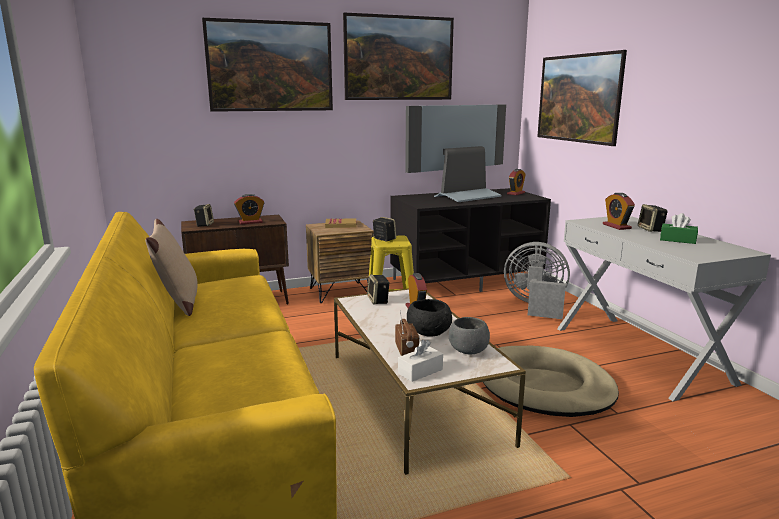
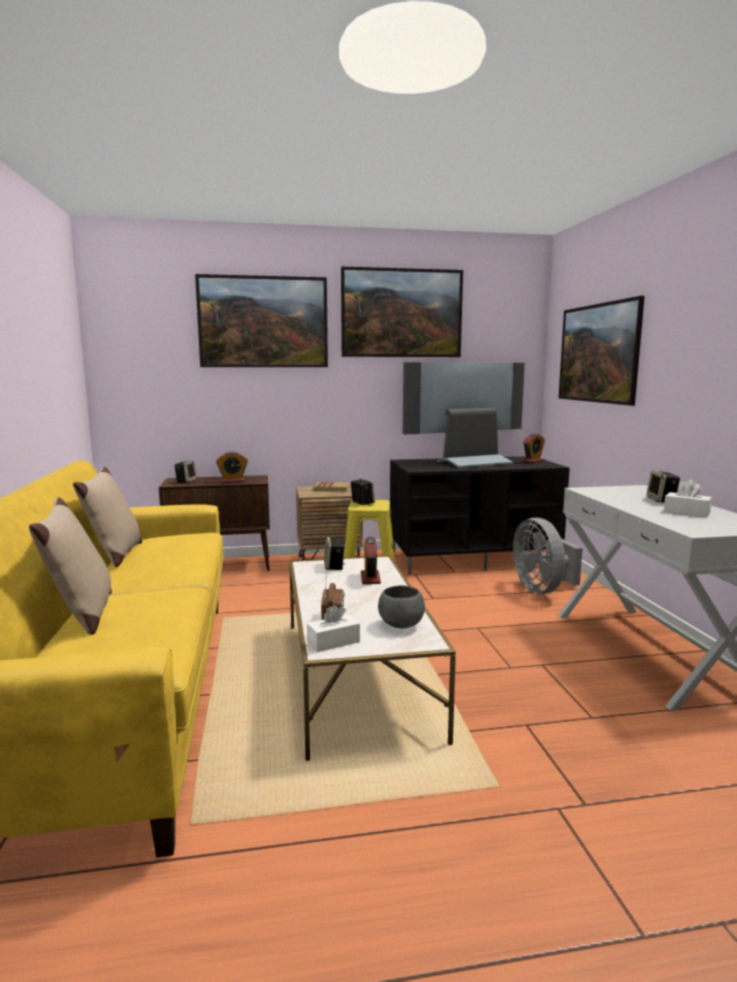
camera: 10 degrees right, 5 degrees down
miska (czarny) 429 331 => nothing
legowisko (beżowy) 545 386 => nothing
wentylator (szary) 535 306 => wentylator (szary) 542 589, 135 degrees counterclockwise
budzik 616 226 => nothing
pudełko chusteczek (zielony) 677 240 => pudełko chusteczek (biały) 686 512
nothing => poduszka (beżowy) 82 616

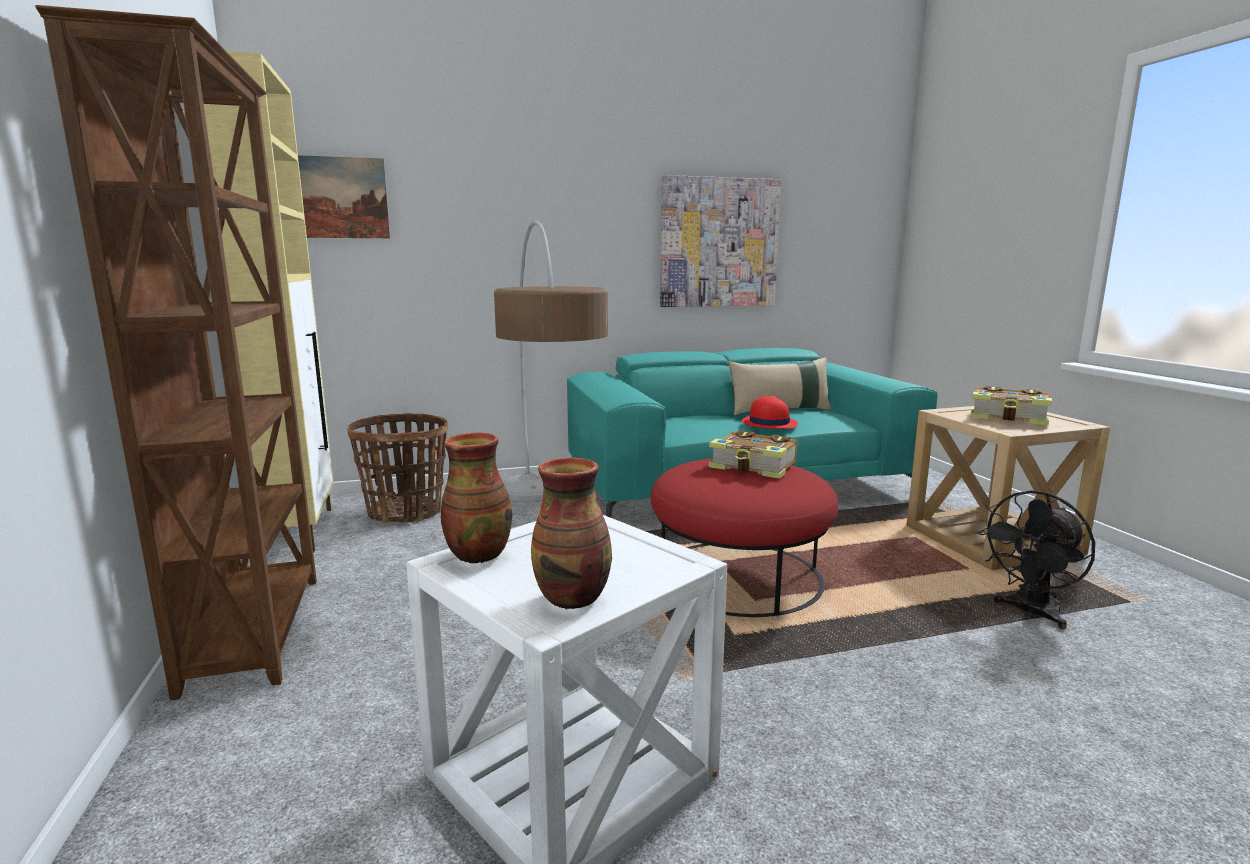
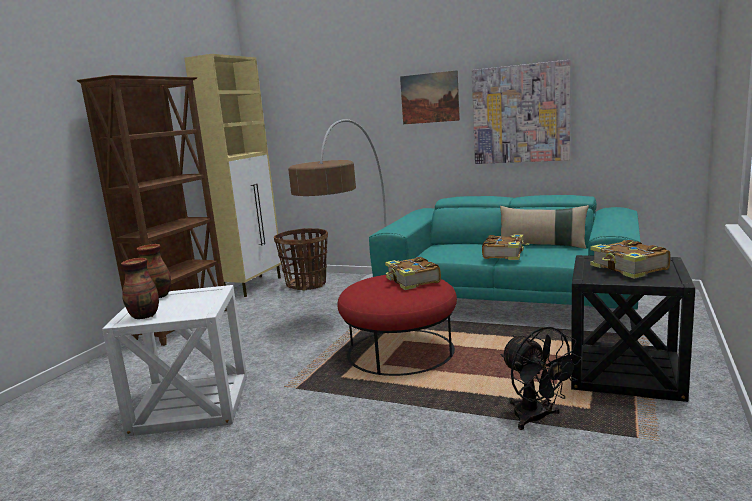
camera: 40 degrees right, 0 degrees up
obraz 336 198 => obraz 429 98, moved
kapelusz (czerwony) 768 423 => książka 504 254
stolik (beżowy) 992 540 => stolik (czarny) 625 372
wentylator (czarny) 1030 613 => wentylator (czarny) 536 419, 120 degrees counterclockwise

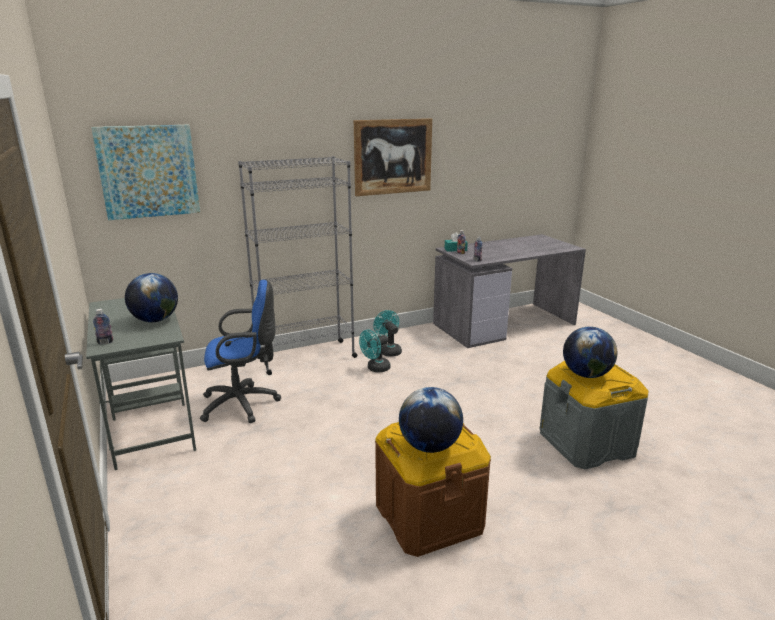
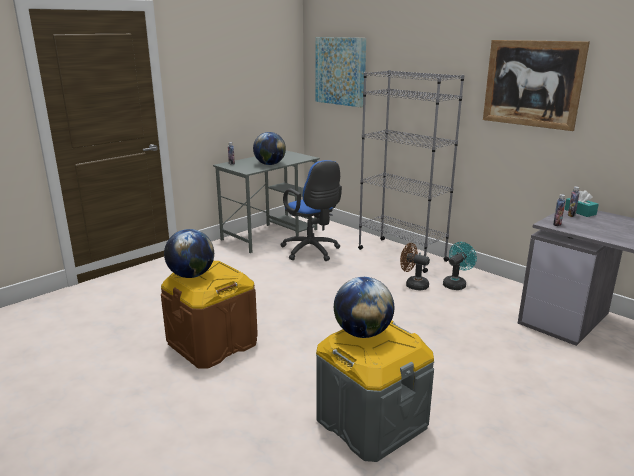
camera: 70 degrees right, 0 degrees up
wentylator (turkusowy) 375 369 => wentylator (brązowy) 413 285

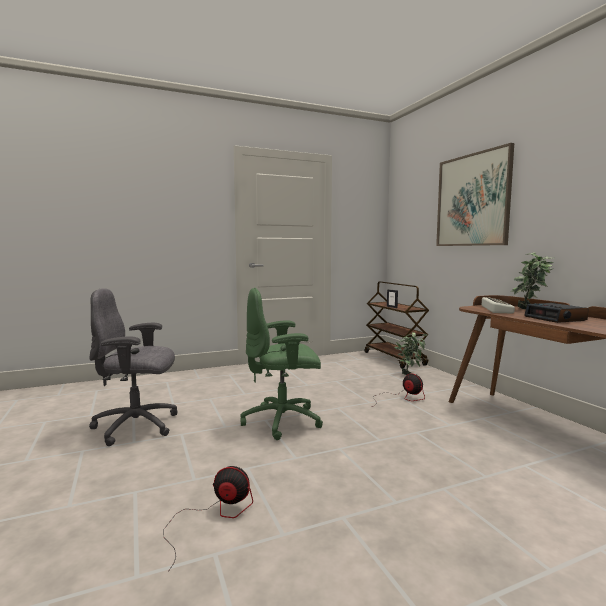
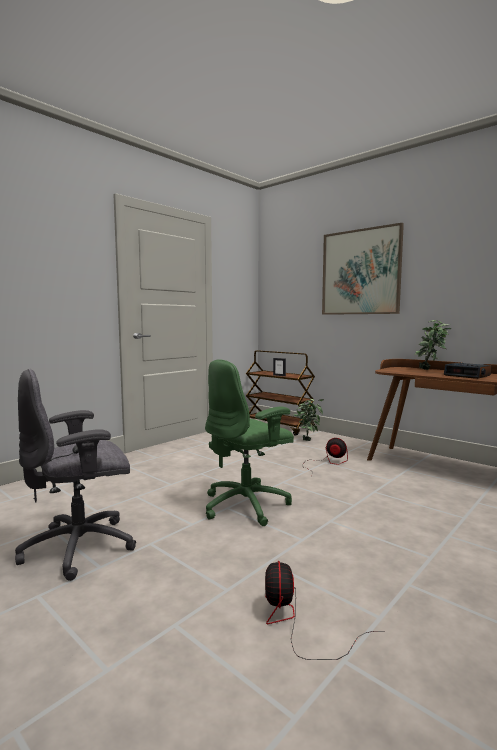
camera: 25 degrees left, 0 degrees up
wentylator 214 516 => wentylator 296 623, 75 degrees counterclockwise
klawiatura 495 309 => nothing

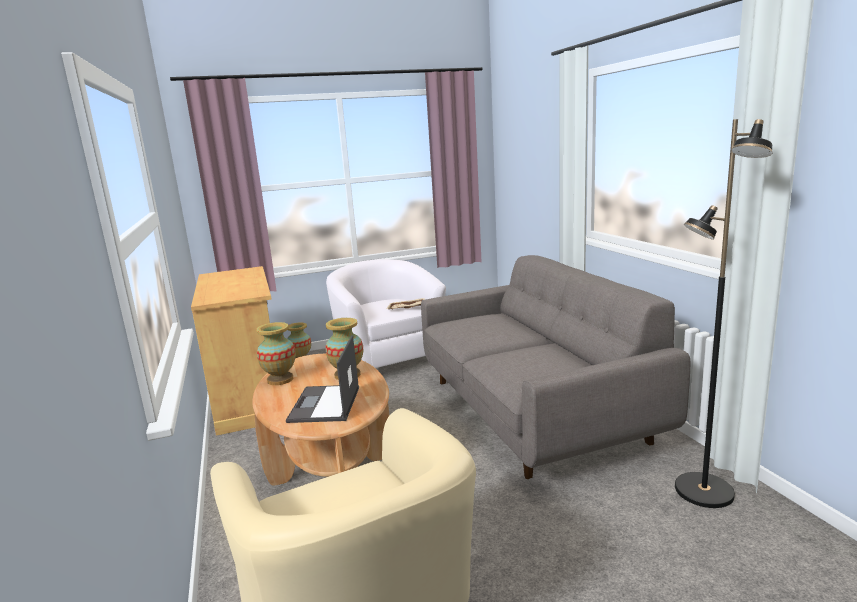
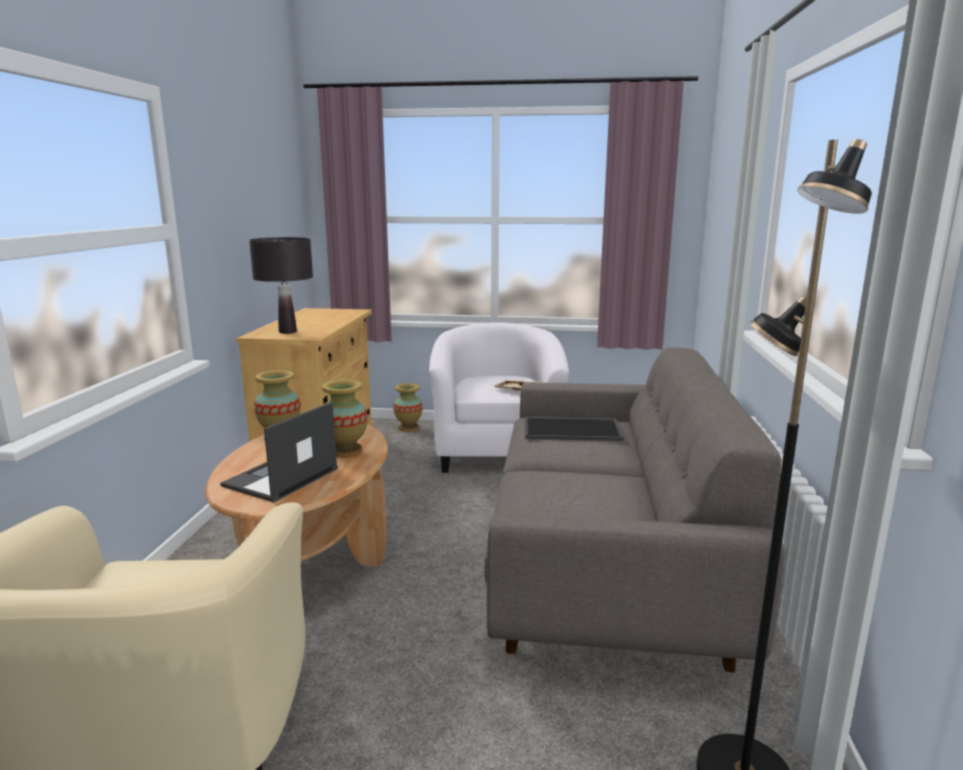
camera: 25 degrees right, 0 degrees up
nothing => lampa stołowa (czarny) 288 332
nothing => taca 572 429

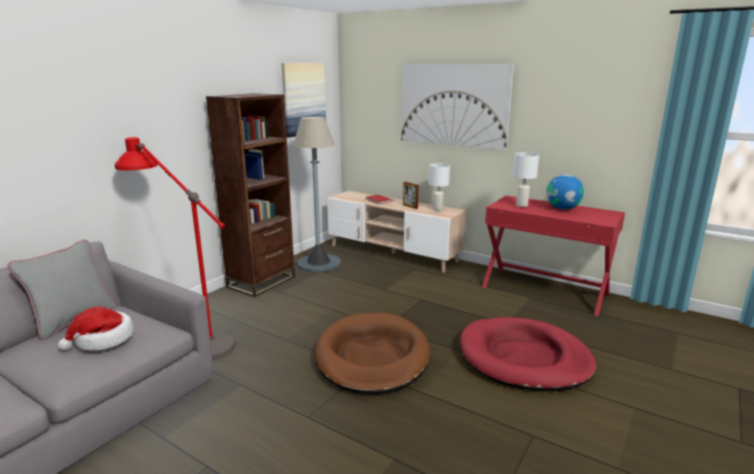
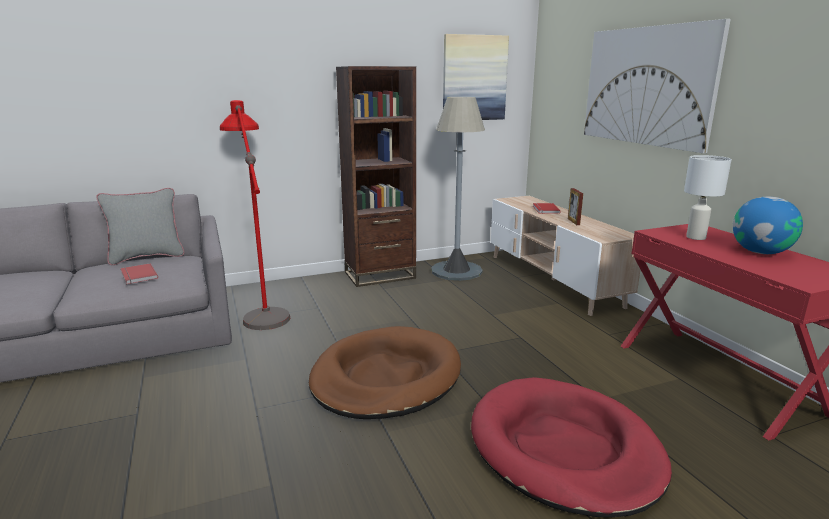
camera: 35 degrees right, 0 degrees up
kapelusz 103 340 => książka (czerwony) 137 275
lampa stołowa (biały) 437 209 => nothing

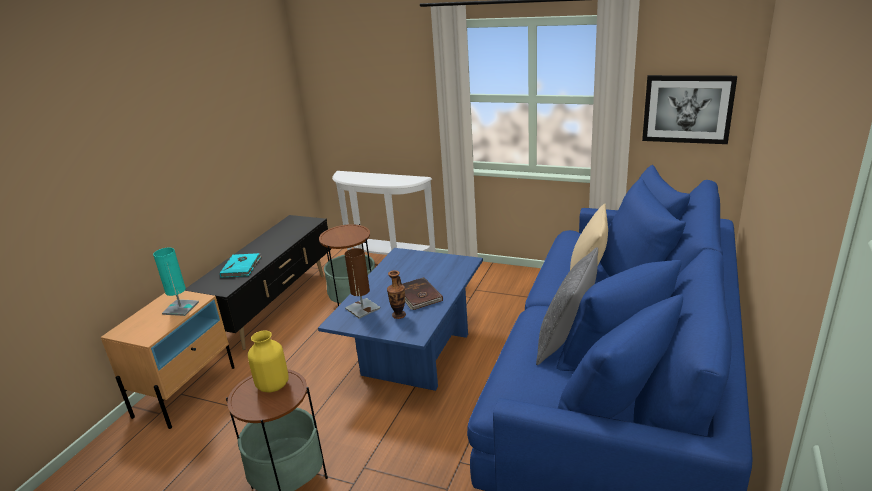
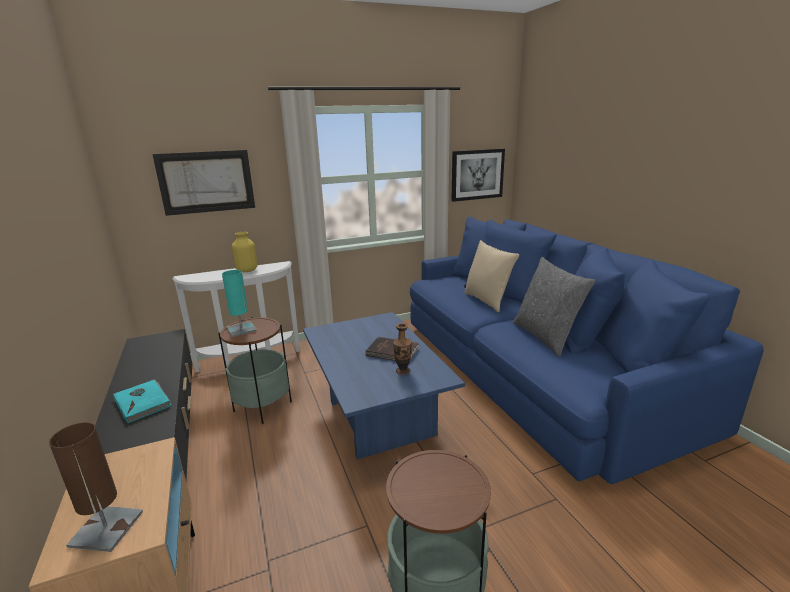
camera: 45 degrees left, 5 degrees down
lampa stołowa (turkusowy) 181 308 => lampa stołowa (turkusowy) 241 329, moved
wazon (żółty) 273 385 => wazon (żółty) 247 270, moved
lampa stołowa (brązowy) 362 308 => lampa stołowa (brązowy) 106 529, moved
nothing => obraz 206 182

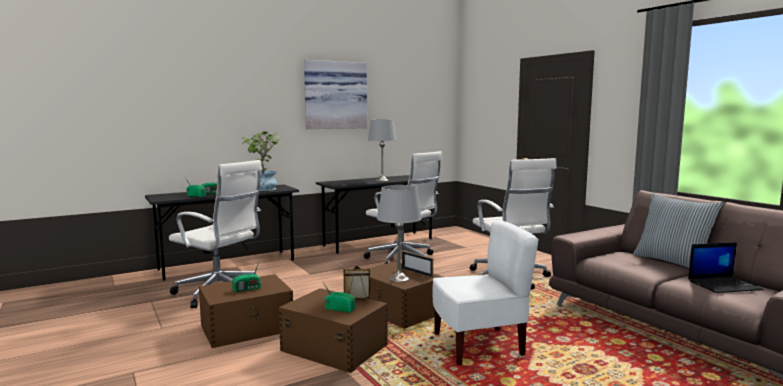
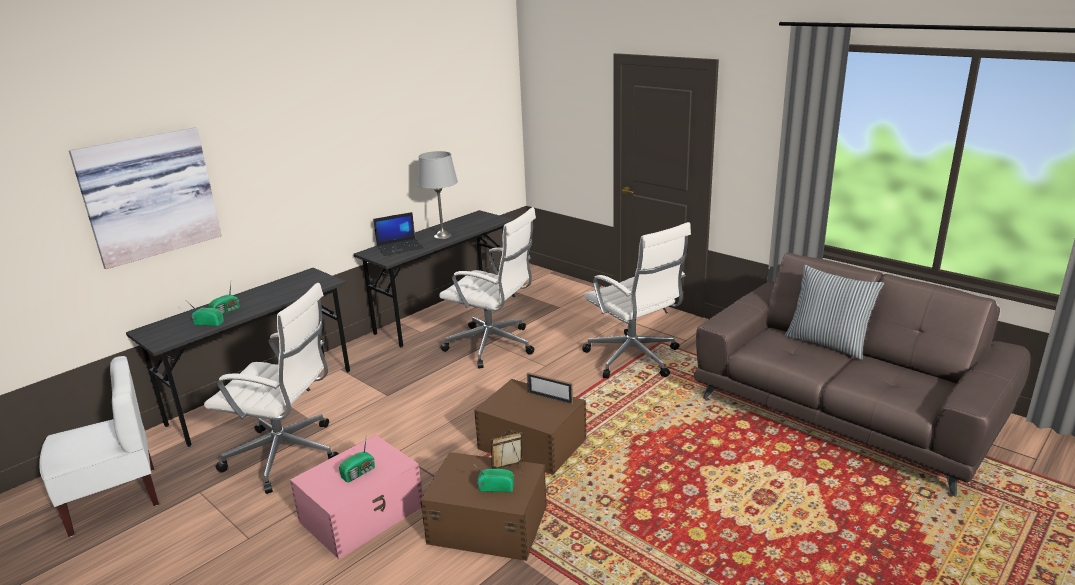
camera: 15 degrees left, 15 degrees up
pojemnik do przechowywania (brązowy) 248 328 => pojemnik do przechowywania (różowy) 363 513
roślina doniczkowa 263 189 => nothing
obraz 335 95 => obraz 148 195, moved
lampa stołowa (szary) 399 279 => nothing
krzesło (biały) 479 345 => krzesło (biały) 114 499, moved
laptop 724 285 => laptop 400 247, moved

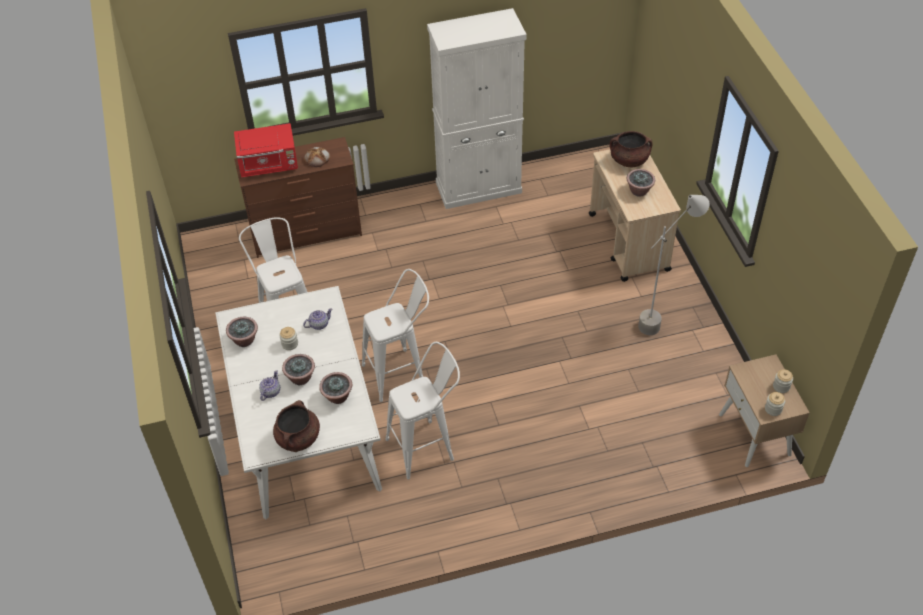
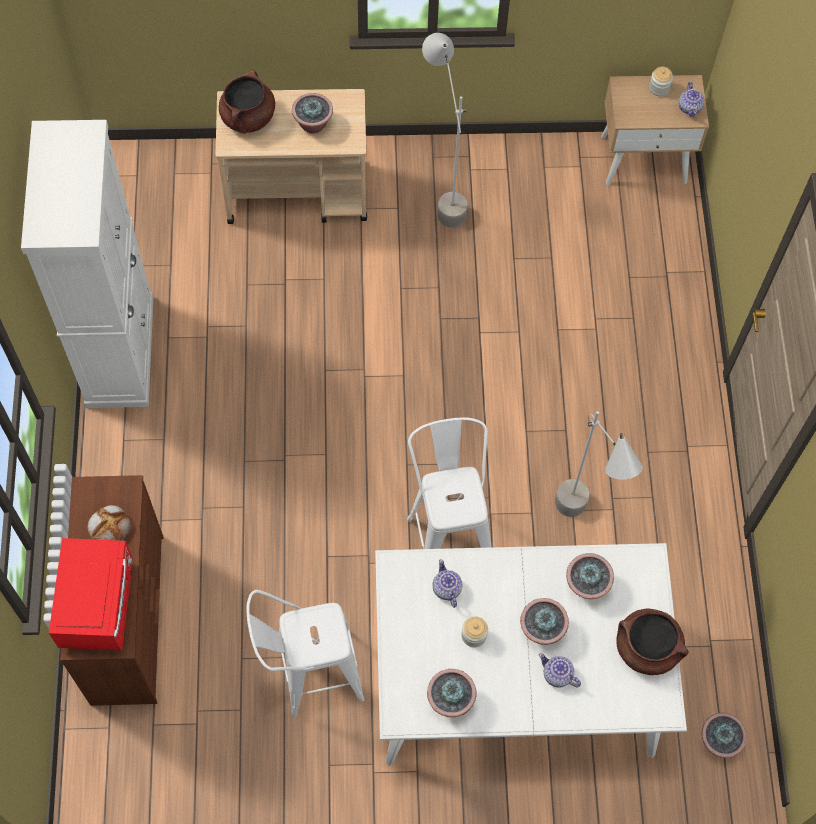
camera: 80 degrees left, 15 degrees up
stołek (biały) 426 447 => lampa stojąca (szary) 581 525
słoik 773 409 => imbryk 689 107
nothing => roślina doniczkowa 719 741

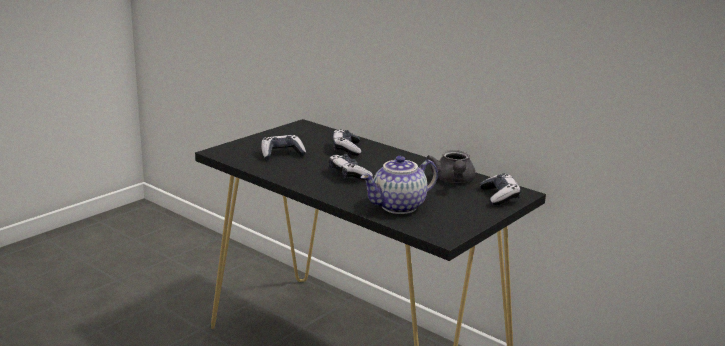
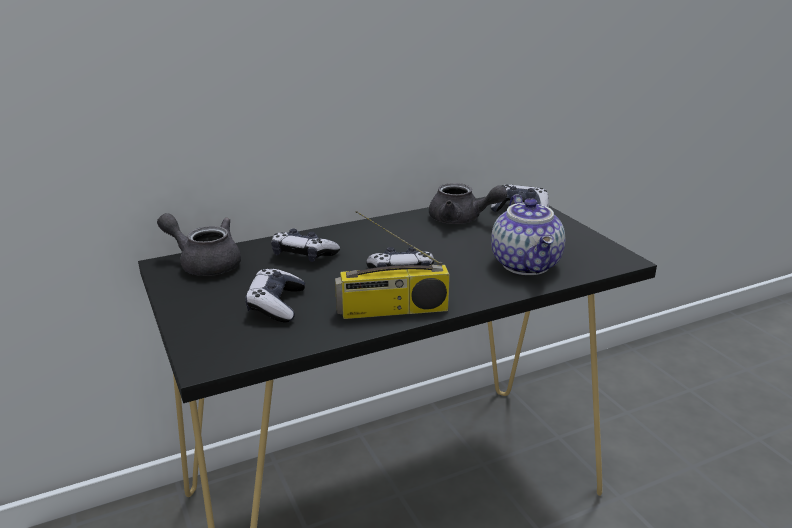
camera: 65 degrees left, 5 degrees up
nothing => imbryk (szary) 205 263
nothing => radio 392 311

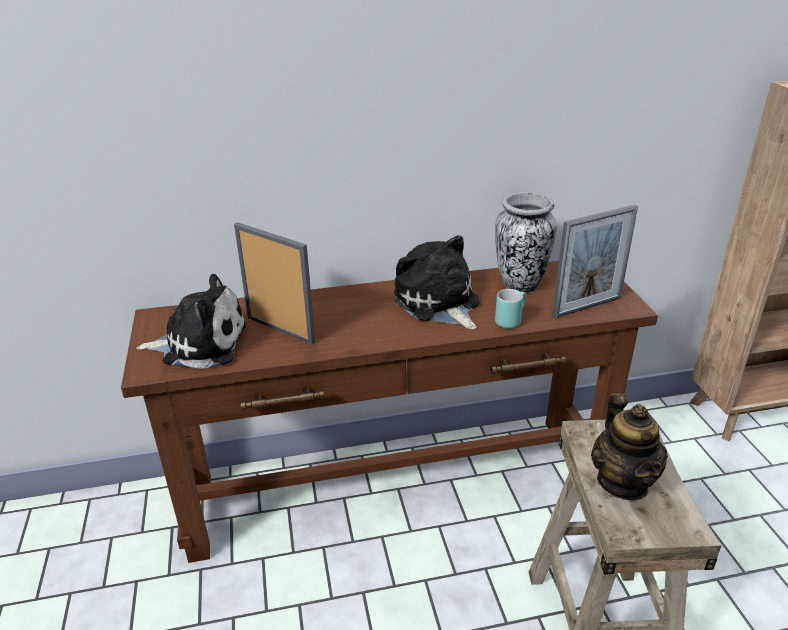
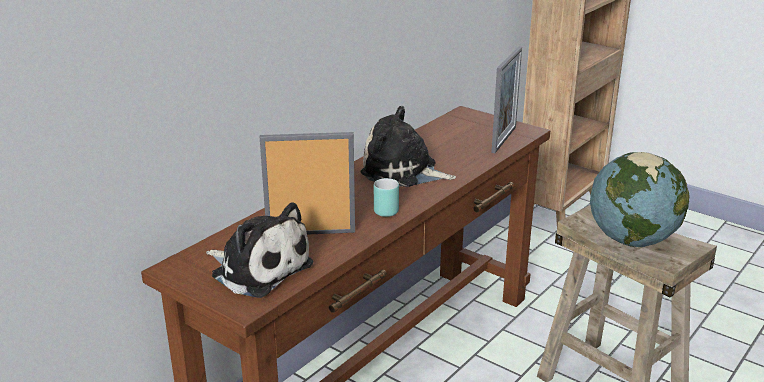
camera: 40 degrees left, 5 degrees down
pluszak 200 343 => pluszak 258 269, 75 degrees clockwise
wazon 520 284 => nothing
kubek (turkusowy) 509 320 => kubek (turkusowy) 384 209, moved
imbryk 623 482 => globus 632 239

